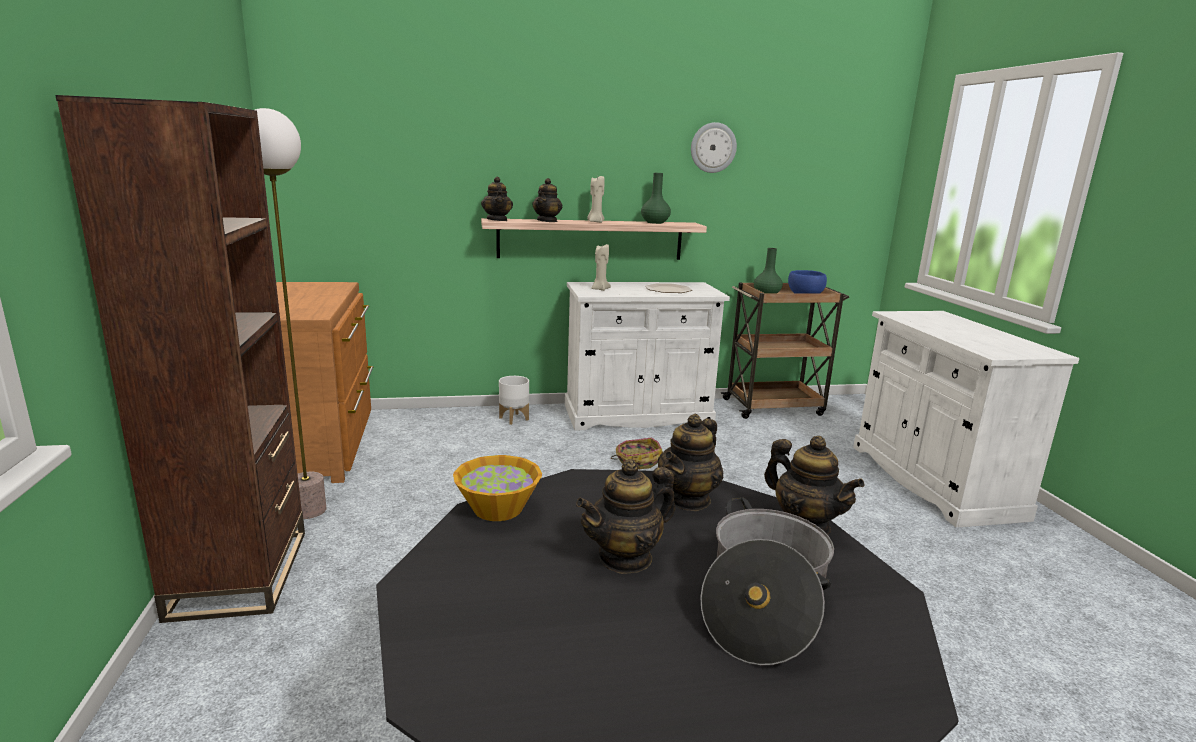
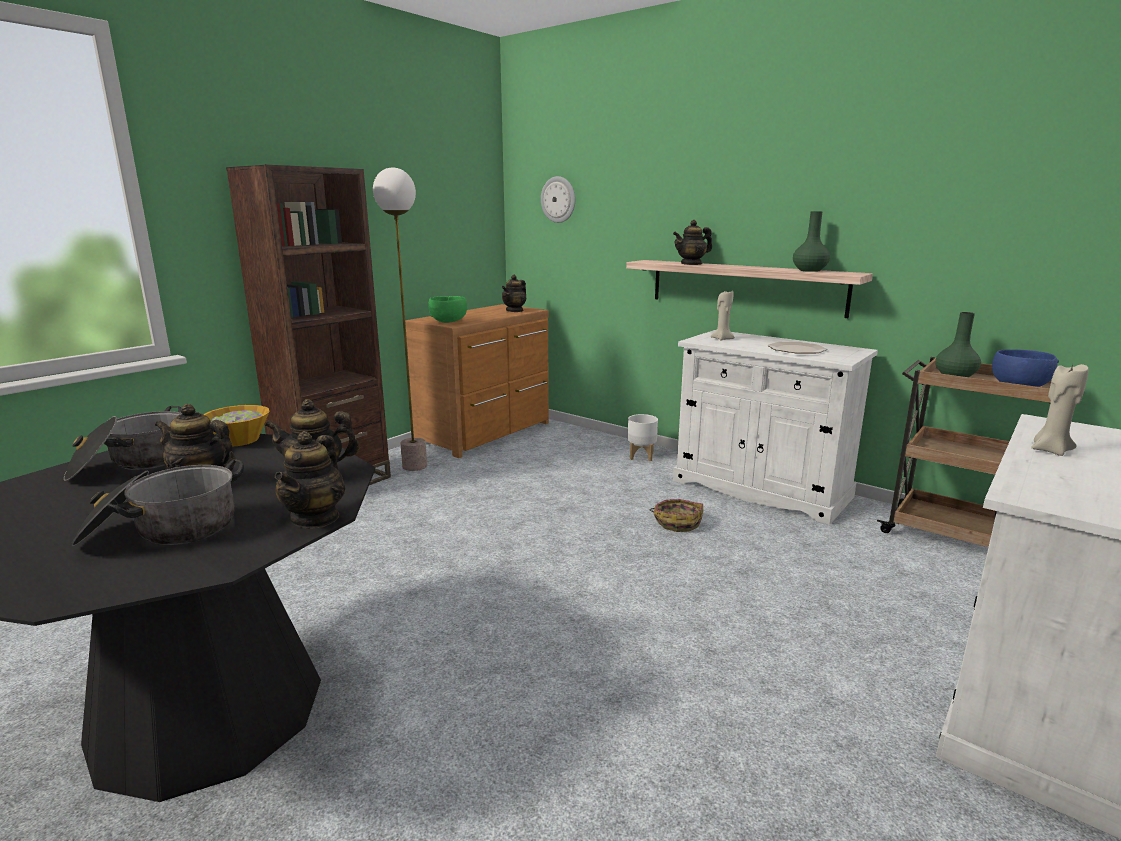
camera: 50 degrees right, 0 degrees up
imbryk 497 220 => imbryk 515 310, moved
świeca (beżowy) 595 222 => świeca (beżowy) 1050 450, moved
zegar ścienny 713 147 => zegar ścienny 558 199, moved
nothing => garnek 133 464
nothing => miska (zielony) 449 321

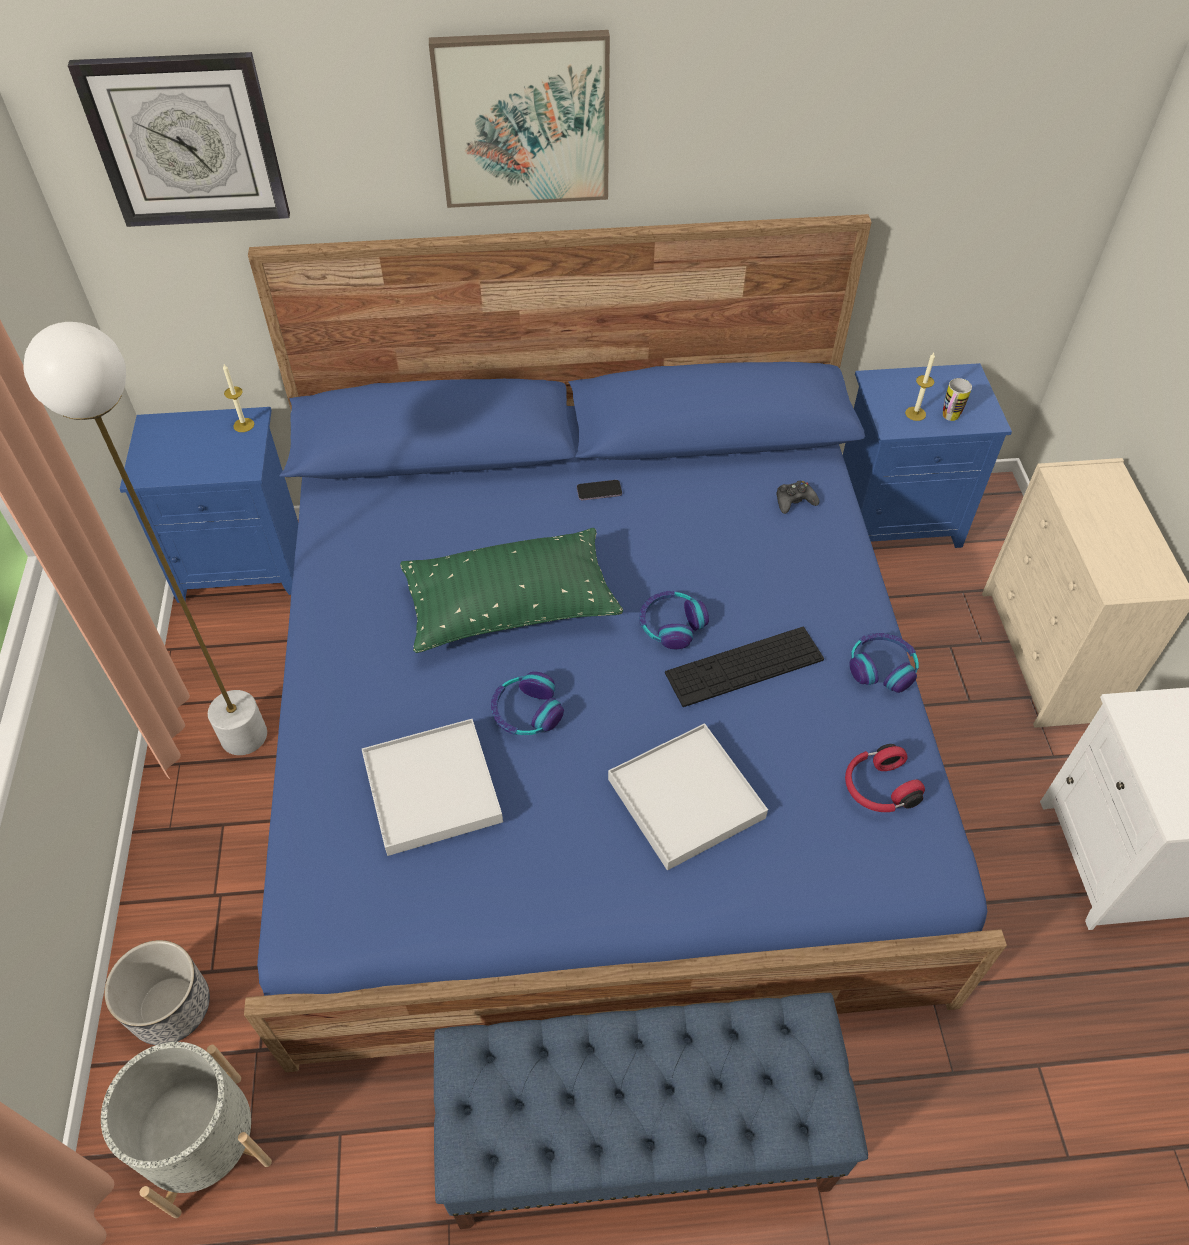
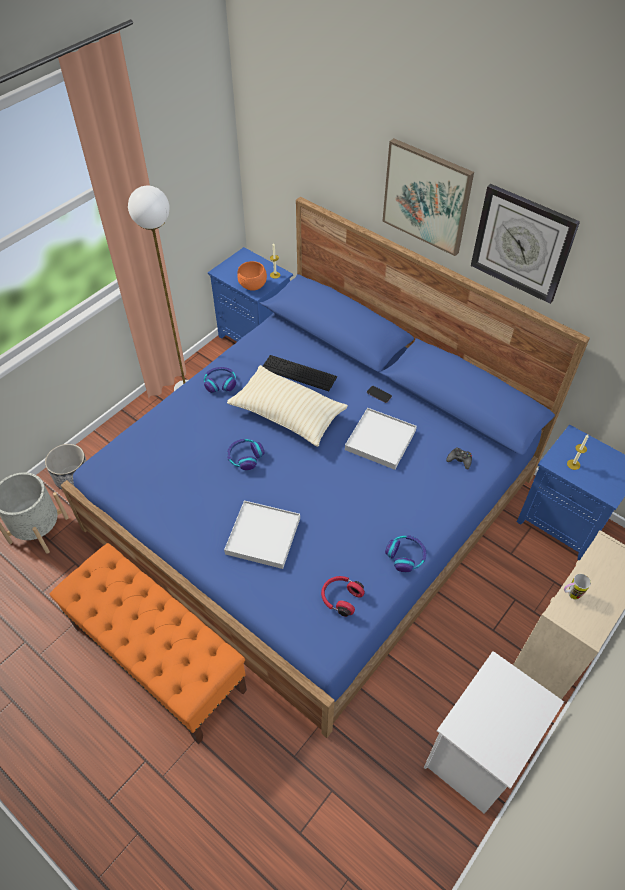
camera: 45 degrees right, 0 degrees up
zegar ścienny 186 141 => zegar ścienny 522 243, moved
taca (biały) 432 789 => taca (biały) 380 440, moved
poduszka (zielony) 511 607 => poduszka (beżowy) 287 414
ławka (niebieski) 640 1136 => ławka (pomarańczowy) 159 658
słuchawki 671 625 => słuchawki 220 383, moved
klawiatura 744 666 => klawiatura 298 373, moved
kubek 948 418 => kubek 570 595, moved
nothing => miska (pomarańczowy) 253 286

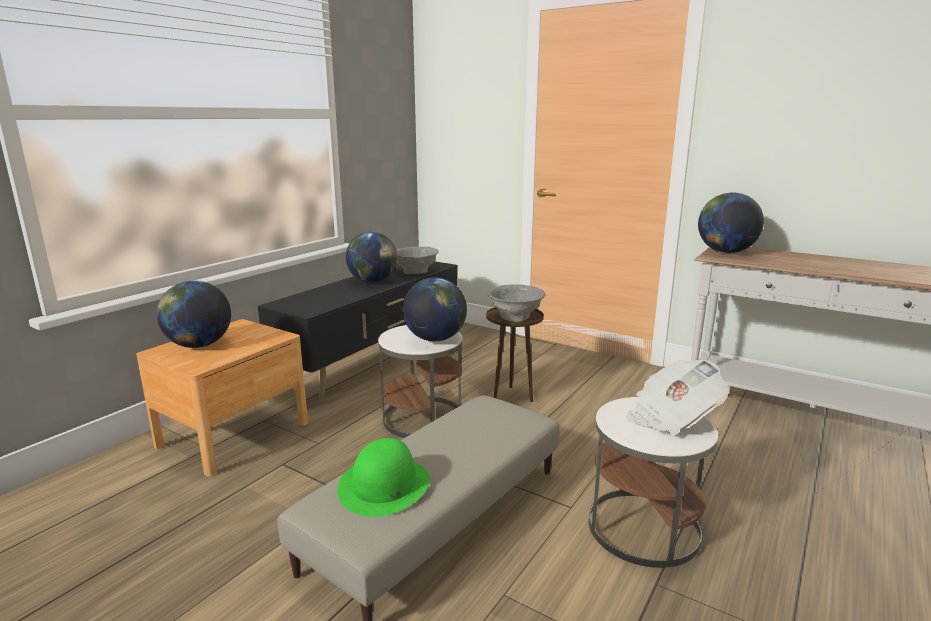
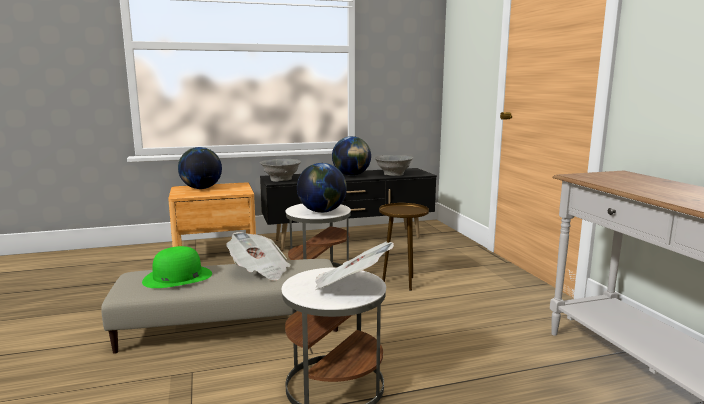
camera: 40 degrees right, 5 degrees down
miska (szary) 515 317 => miska (szary) 281 180, moved
globus 725 252 => nothing
nothing => gazeta 260 271

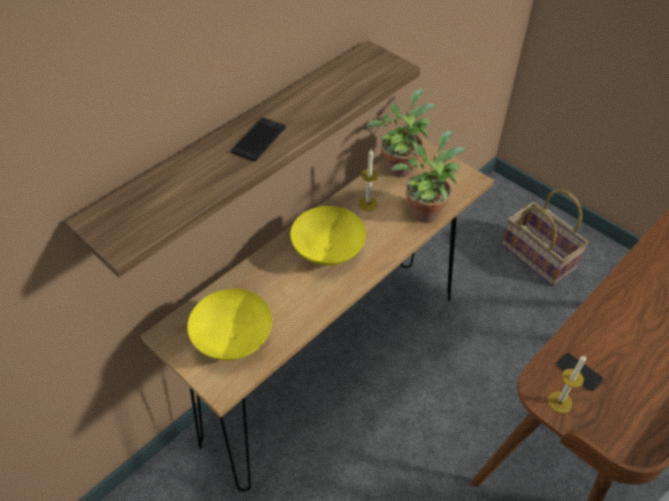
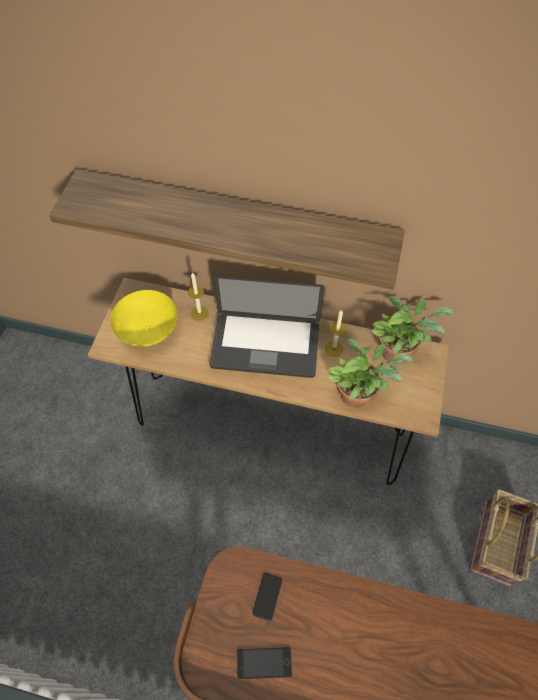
camera: 60 degrees right, 10 degrees up
telefon 259 140 => telefon 264 663, moved
miska (żółty) 328 250 => laptop 265 346
świeca 560 402 => świeca 199 313, moved

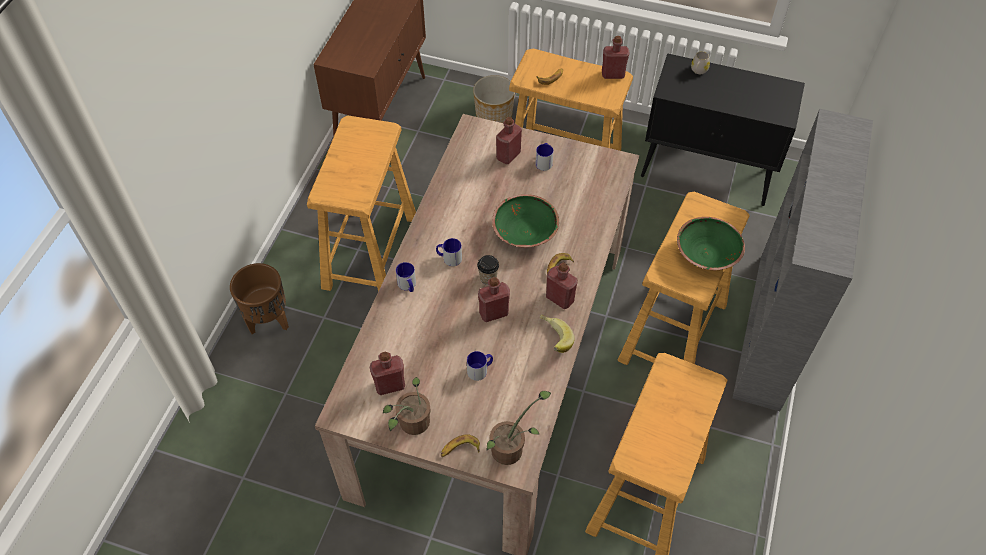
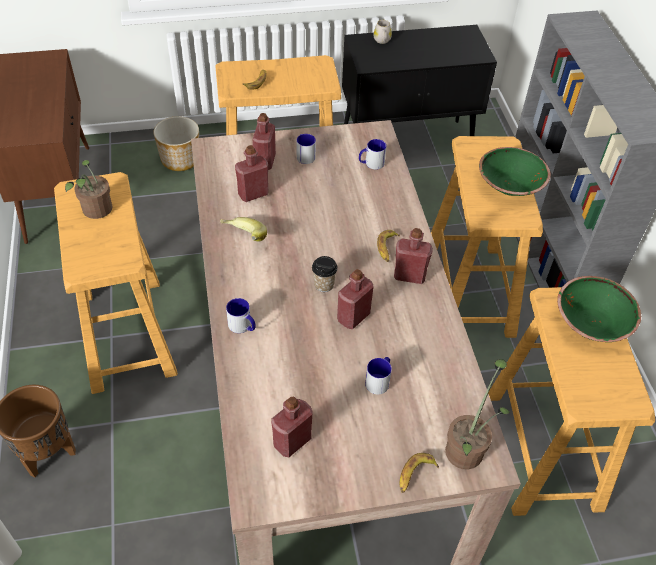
camera: 30 degrees left, 5 degrees down
roślina doniczkowa 411 425 => roślina doniczkowa 96 211, moved
kubek 449 258 => kubek 371 163, moved
miska (zielony) 525 232 => miska (zielony) 591 322, moved
banan 552 340 => banan 243 239, moved
butelka (czerwony) 613 74 => butelka (czerwony) 253 194, moved

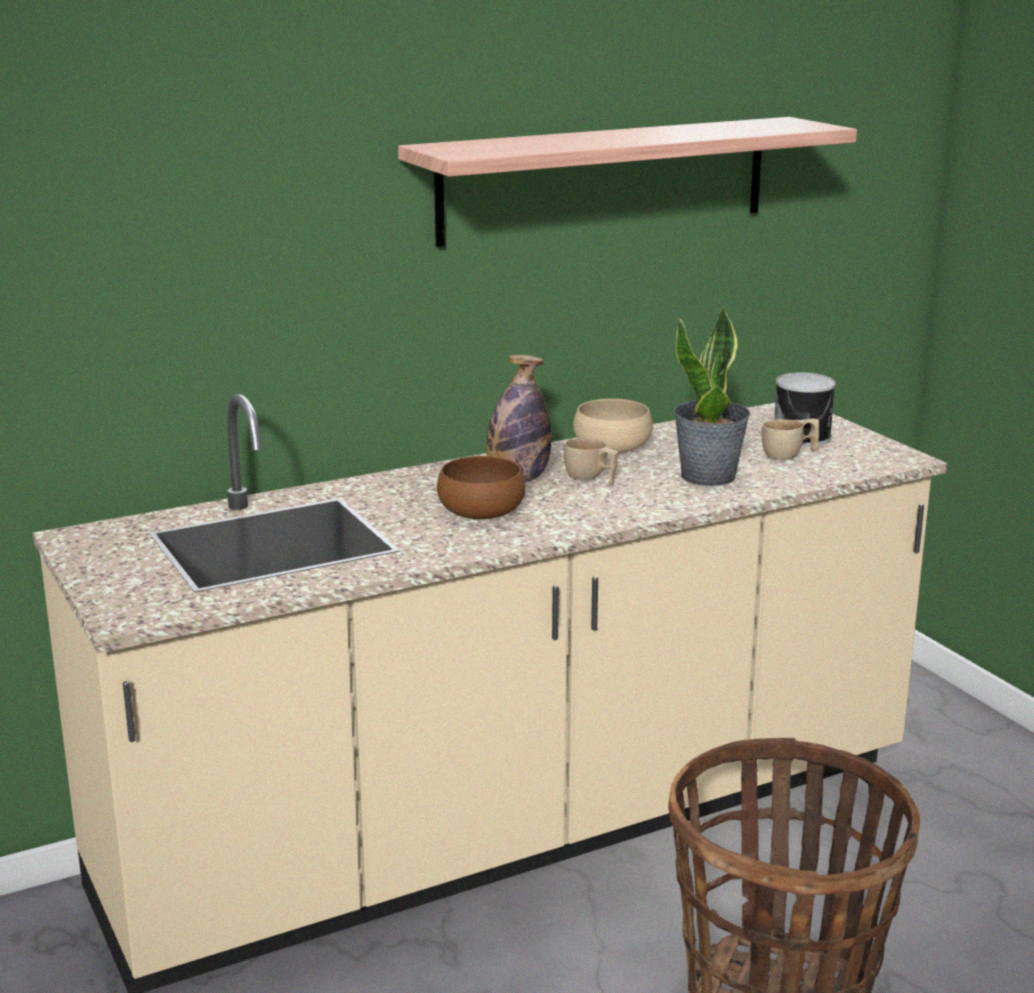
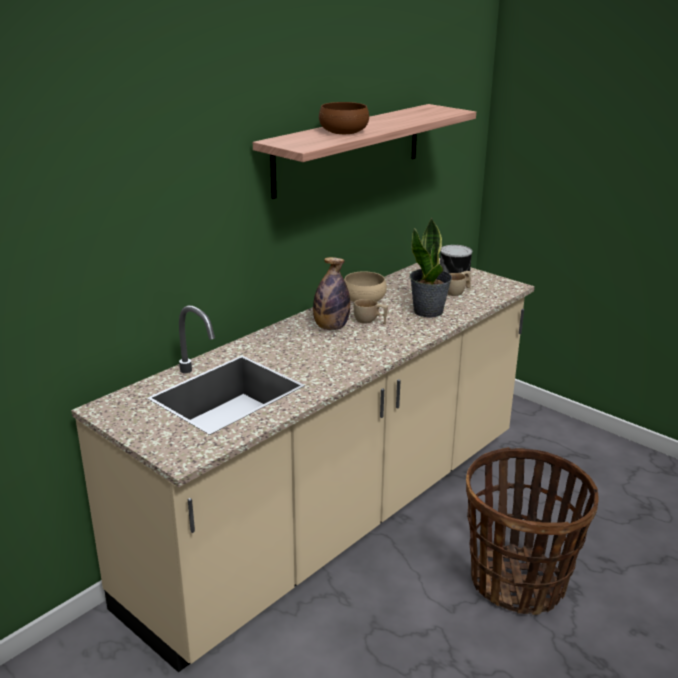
camera: 20 degrees left, 5 degrees up
miska (brązowy) 481 511 => miska (brązowy) 344 131, moved

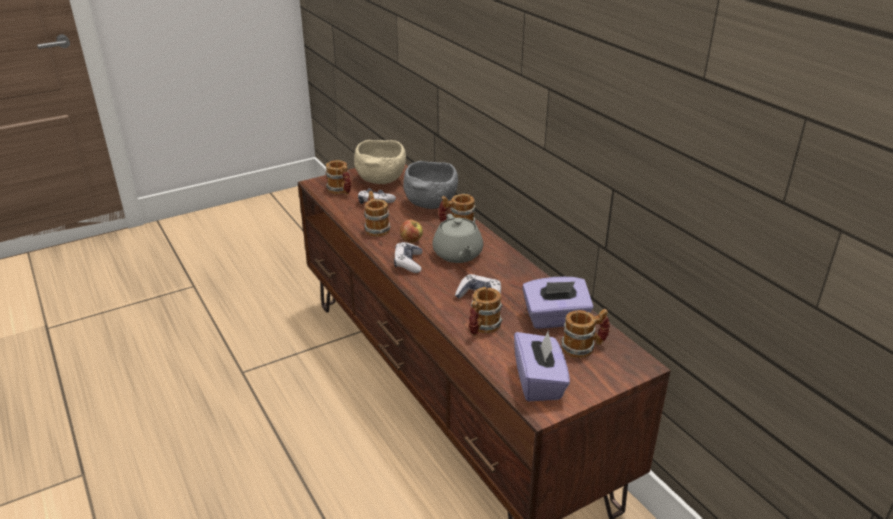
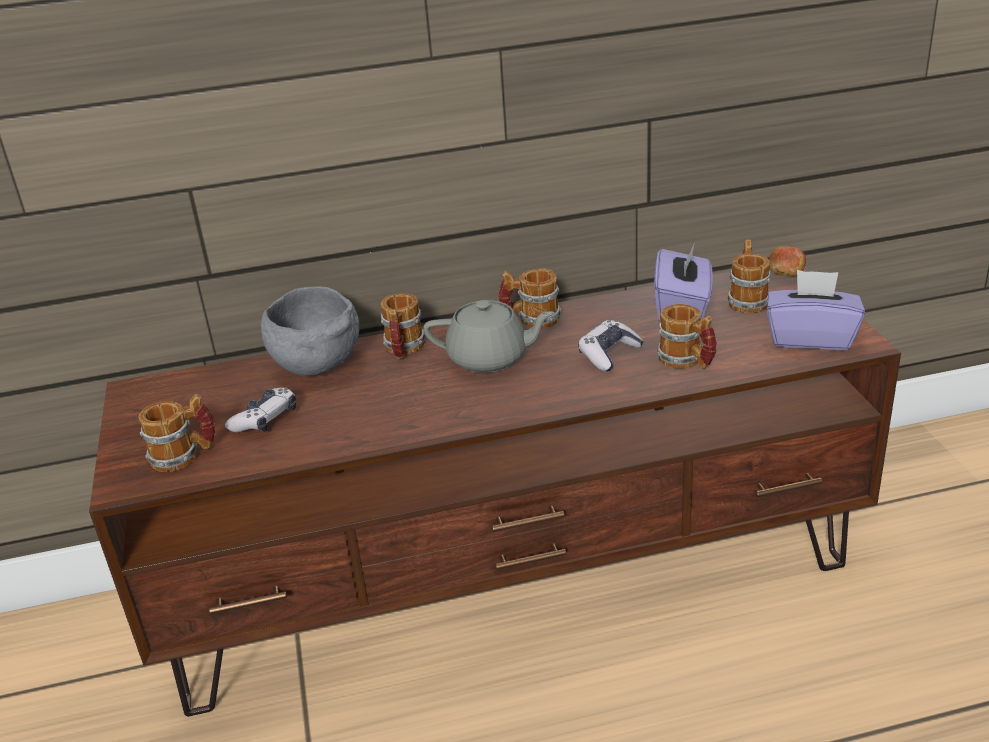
camera: 70 degrees left, 0 degrees up
miska (beżowy) 381 180 => nothing
kubek 376 228 => kubek 530 319, moved
pad do gier 408 263 => nothing
jabłko 411 240 => jabłko 786 276, moved

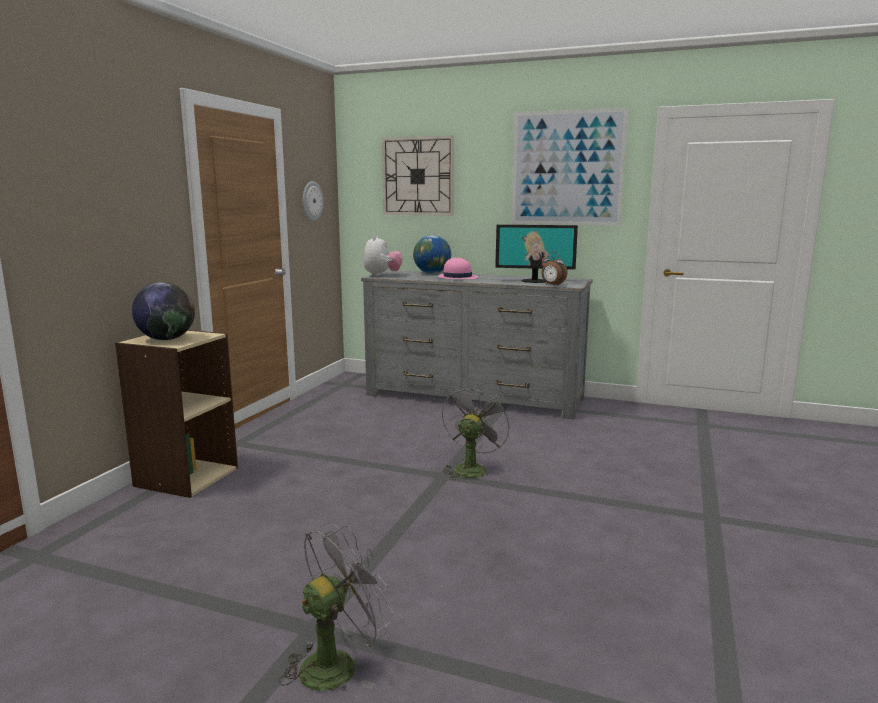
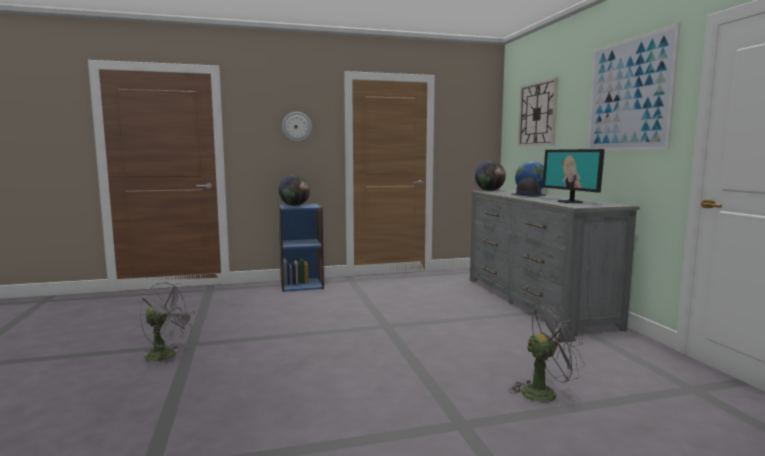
camera: 55 degrees right, 5 degrees down
regał (beżowy) 186 477 => regał (niebieski) 301 284
zegar ścienny 311 201 => zegar ścienny 297 127, moved
pluszak 382 275 => globus 489 191
kapelusz (różowy) 457 277 => kapelusz (czarny) 528 195
wentylator (szary) 472 468 => wentylator (szary) 545 392, moved
budzik 552 285 => nothing

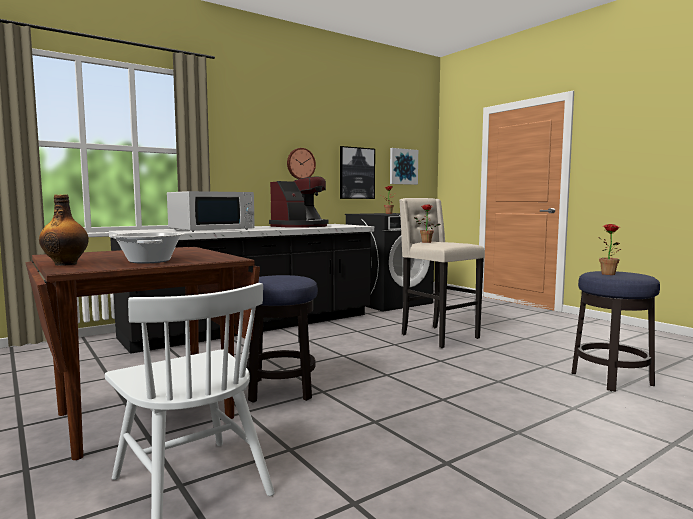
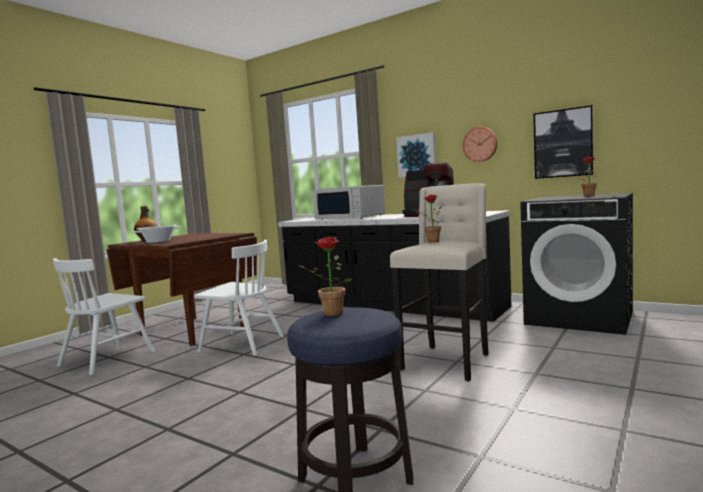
camera: 70 degrees right, 0 degrees up
stołek 281 390 => krzesło (biały) 242 344
obraz 403 166 => obraz 416 155, moved

